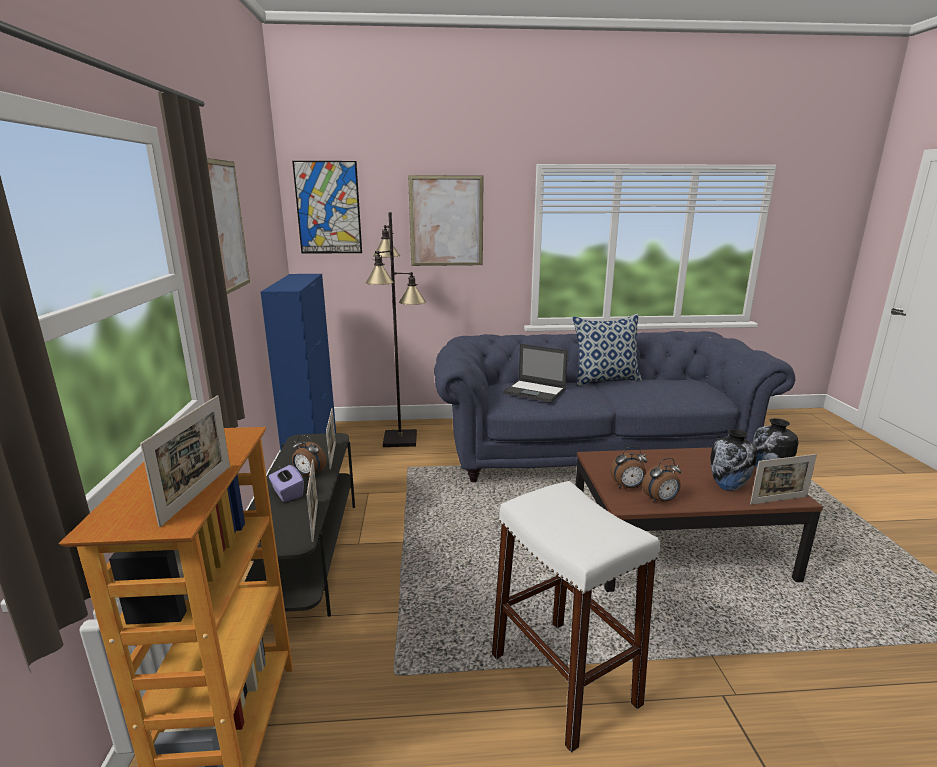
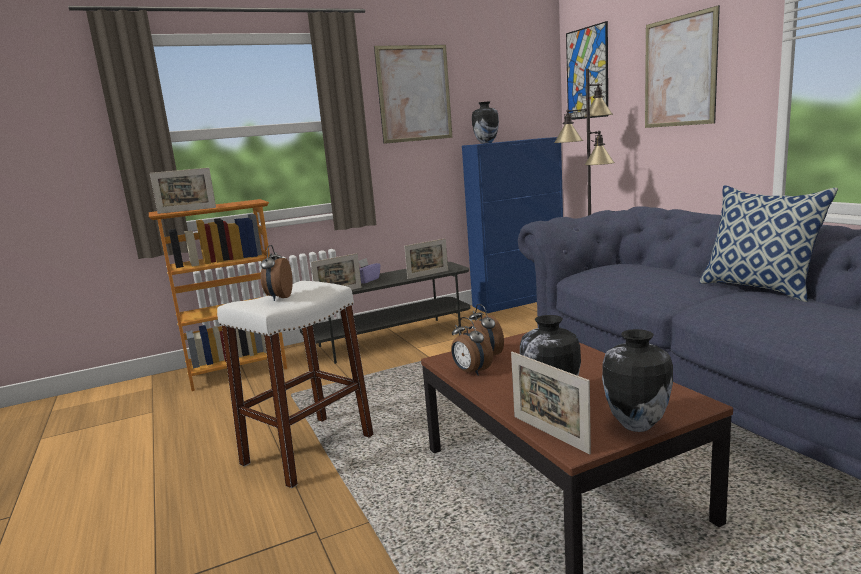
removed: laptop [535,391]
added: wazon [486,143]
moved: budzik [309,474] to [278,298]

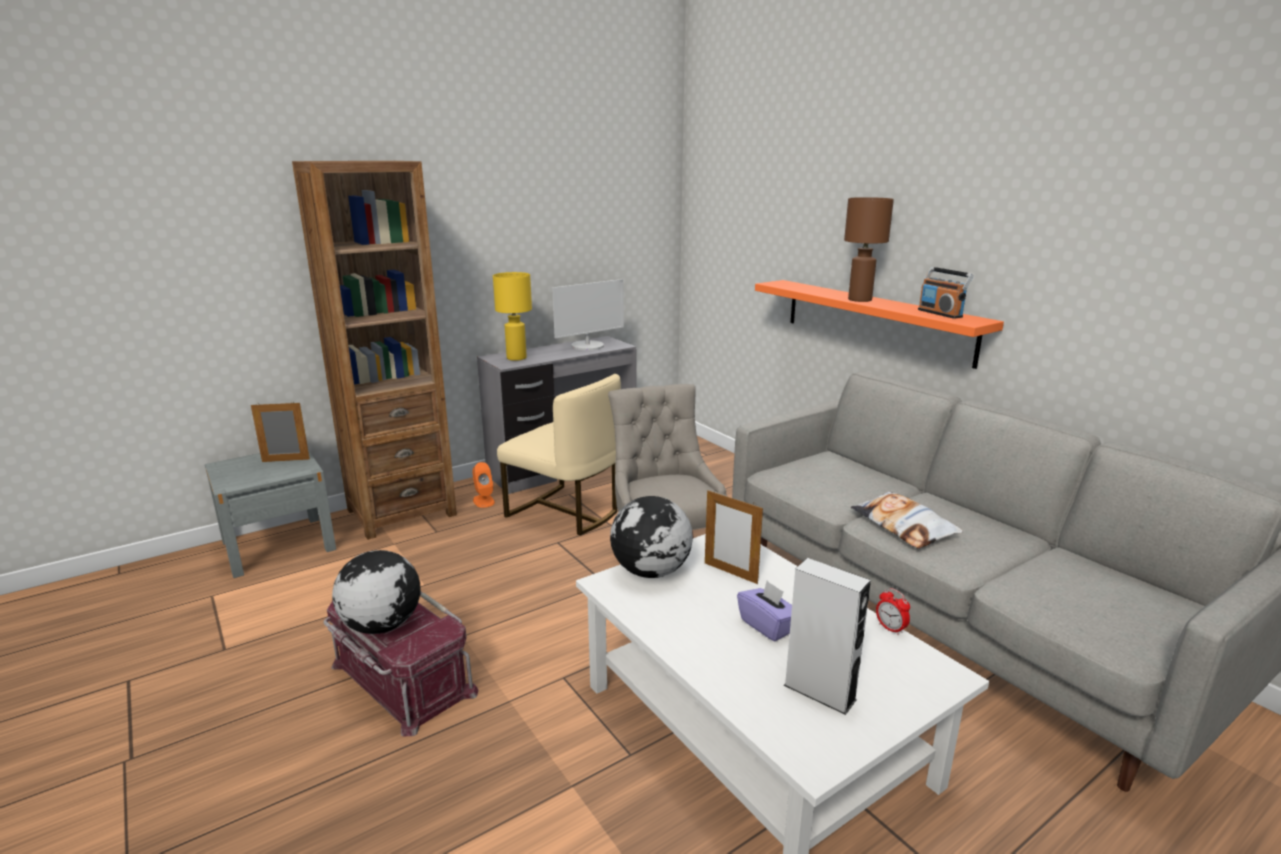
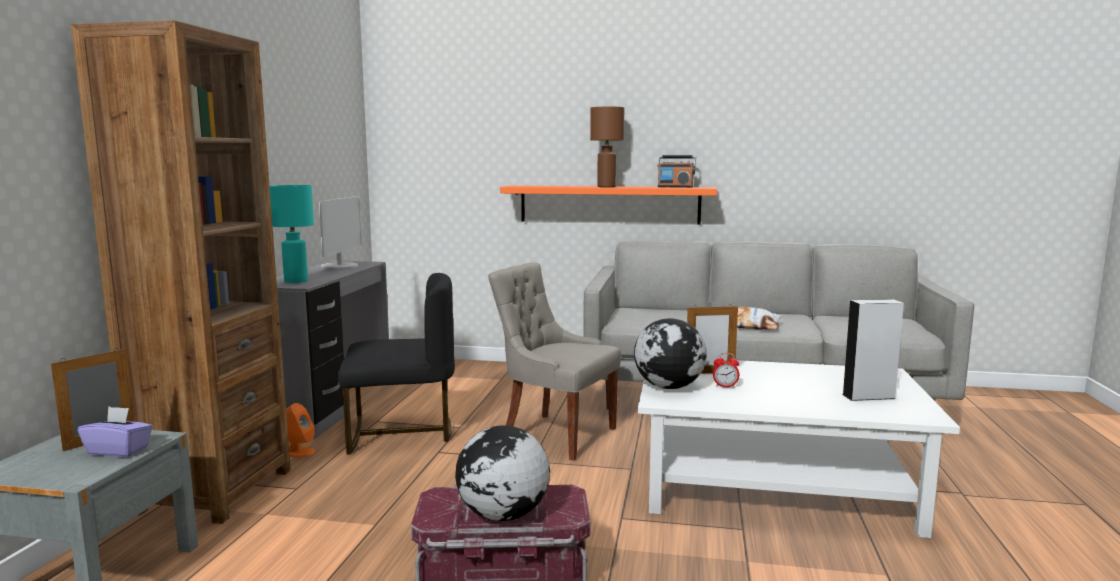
moved: pudełko chusteczek/fioletowy [767,626] to [119,451]; budzik [890,628] to [725,386]
recoloured: lampa stołowa/żółty [516,358] to lampa stołowa/turkusowy [295,281]; krzesło/beżowy [565,512] to krzesło/czarny [401,432]

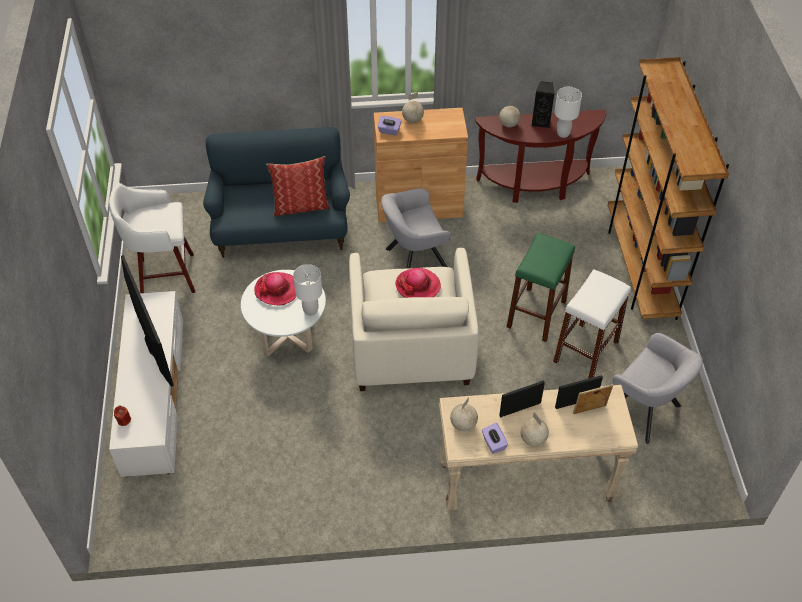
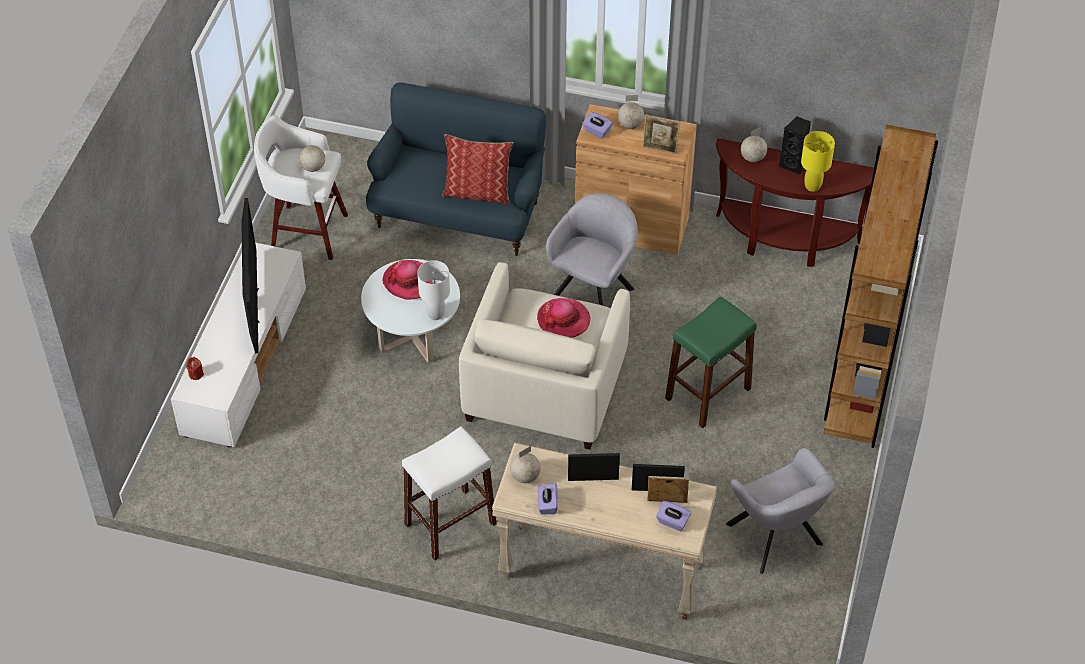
added: ramka na zdjęcie [660,149]; pudełko chusteczek/fioletowy [672,522]
moved: globus [533,440] to [312,168]; stołek/biały [586,351] to [450,524]
recoloured: lampa stołowa/biały [563,134] to lampa stołowa/żółty [812,186]
turned: fotel/szary [413,261] = [593,292] 120 degrees clockwise

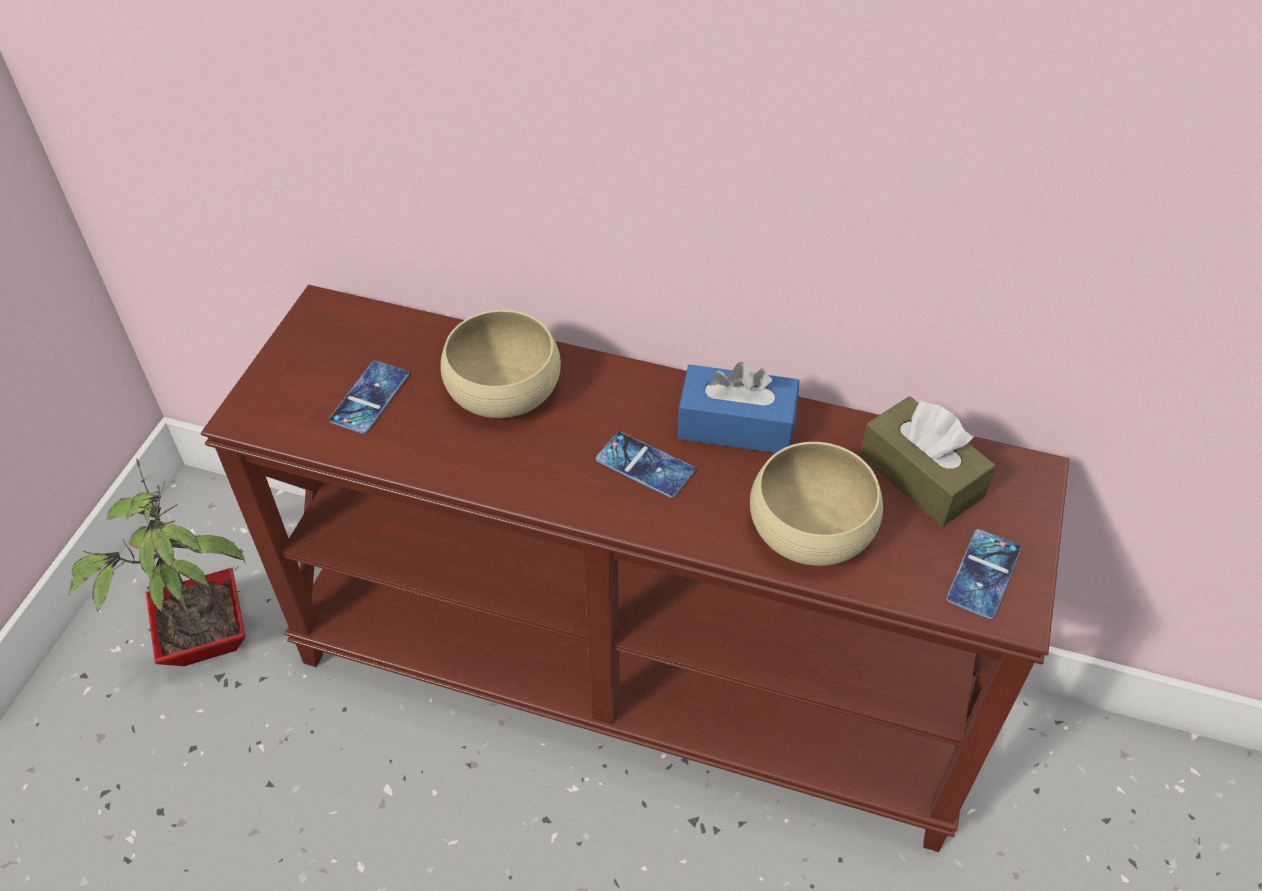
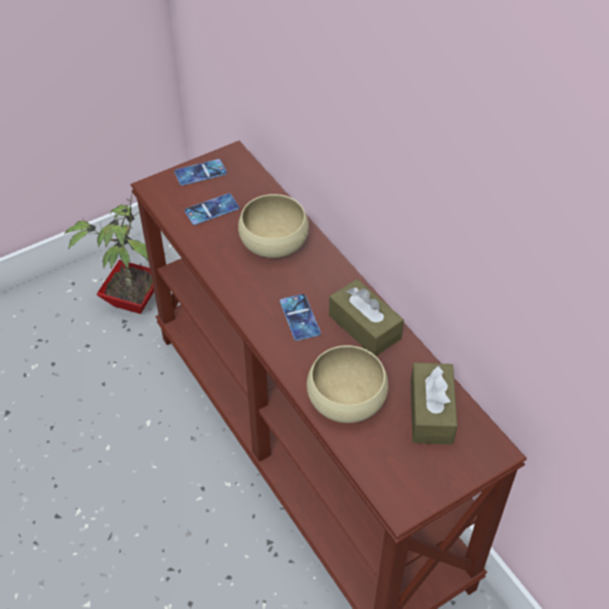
moved: telefon [983,574] to [200,173]
recoloured: pudełko chusteczek/niebieski [736,425] to pudełko chusteczek/brązowy [364,327]

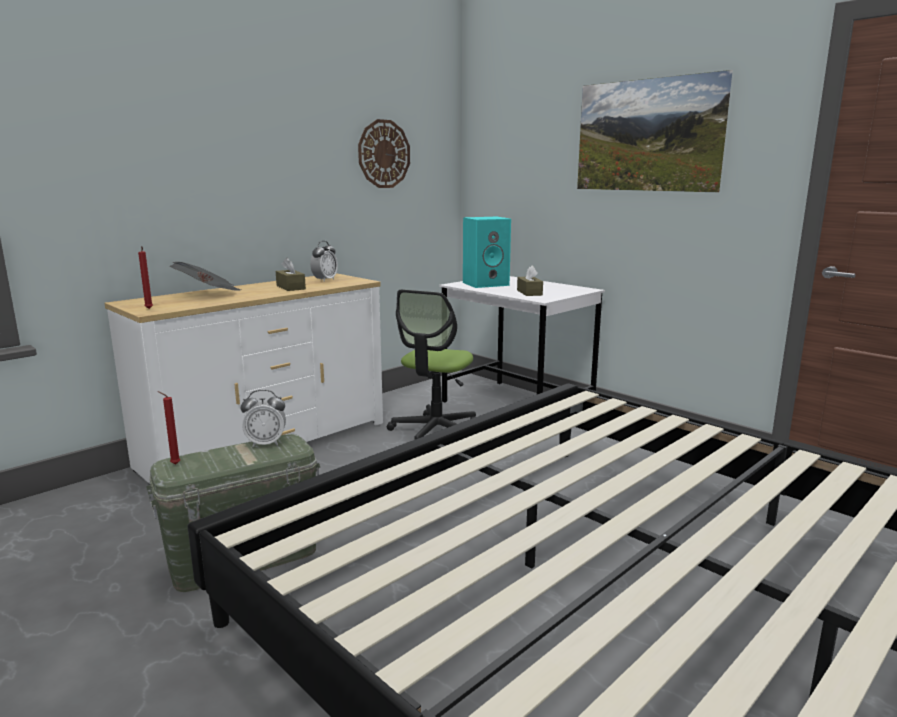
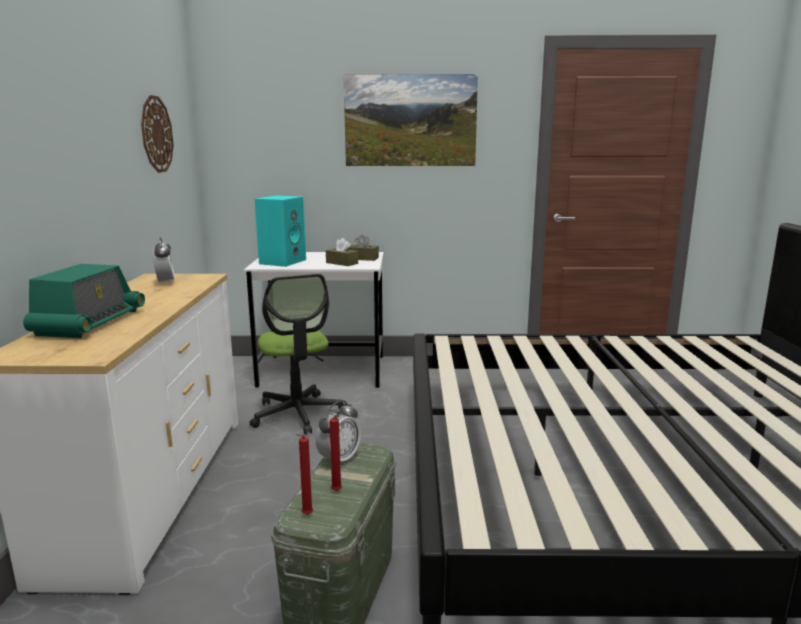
moved: świeca/czerwony [149,309] to [338,491]; pudełko chusteczek/brązowy [290,287] to [363,258]
replaced: gazeta [209,294] to radio [89,323]

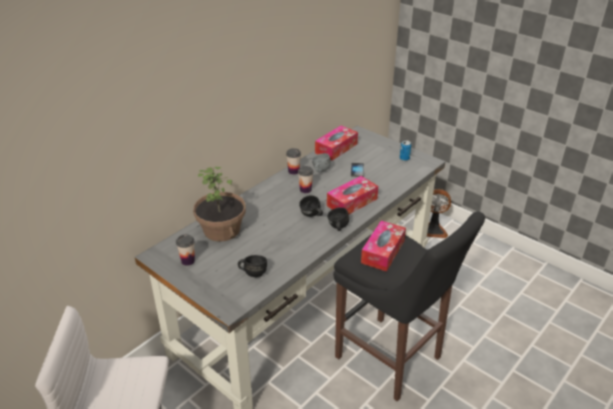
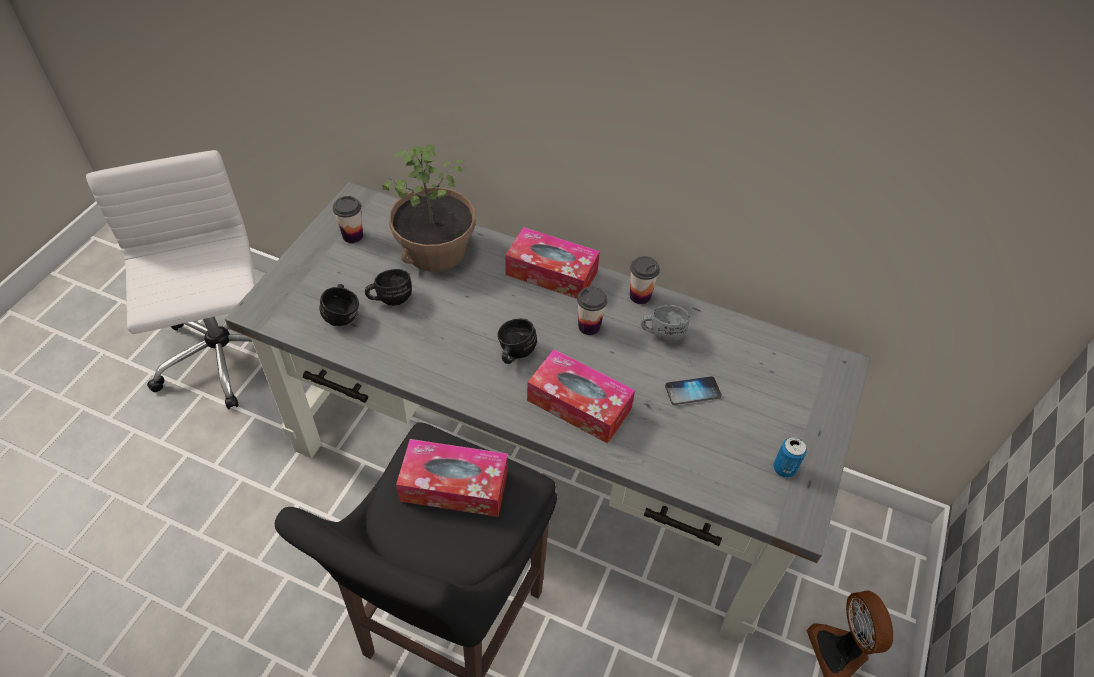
moved: kubek/czarny [337,227] to [390,298]; pudełko chusteczek [336,148] to [551,273]

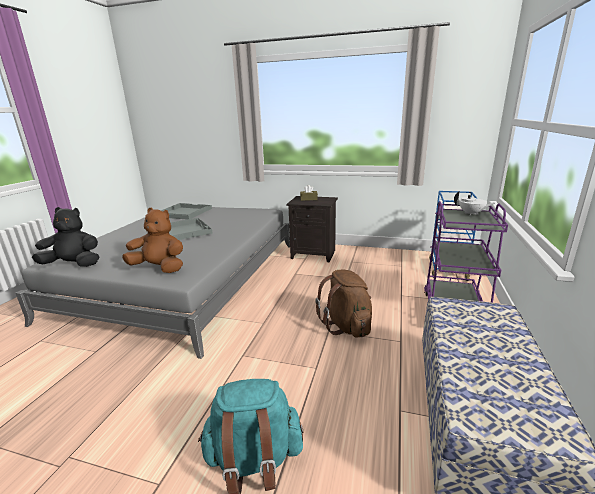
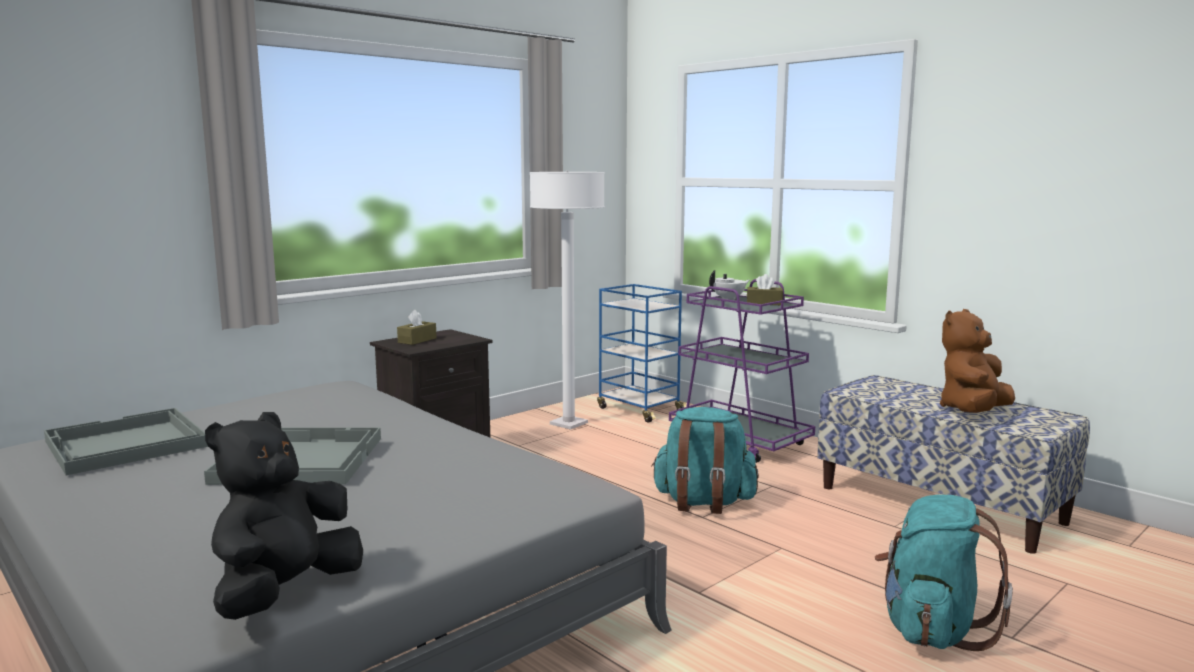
added: lampa stojąca/biały [568,424]; pudełko chusteczek/brązowy [764,303]
moved: pluszak/brązowy [159,268] to [973,412]
recoloured: plecak/brązowy [346,326] to plecak/turkusowy [703,502]

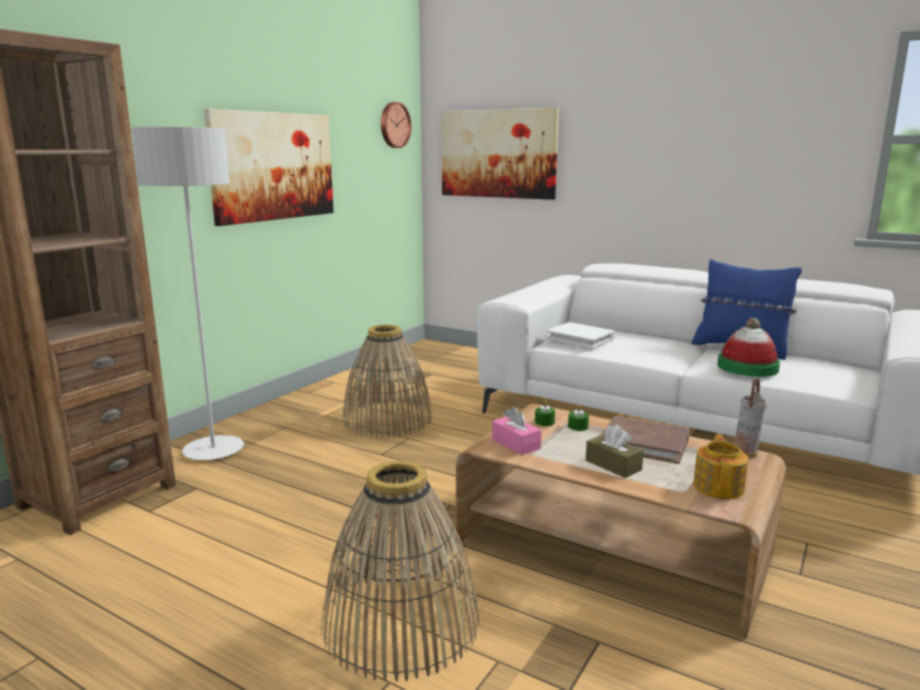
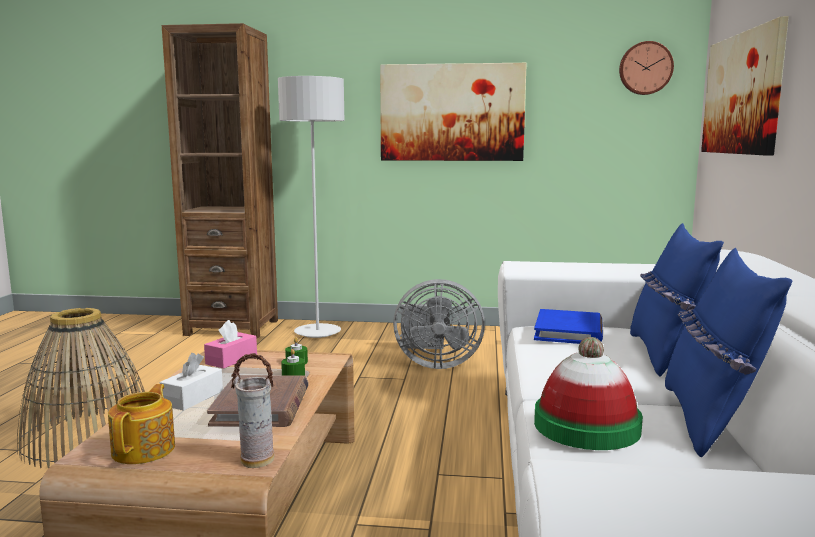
added: poduszka/niebieski [666,355]
replaced: koszyk [387,420] to wentylator/szary [435,363]
recoloured: pudełko chusteczek/brązowy [613,465] to pudełko chusteczek/biały [193,398]; książka/biały [580,338] to książka/niebieski [569,331]
turned: imbryk [719,487] = [145,449] 75 degrees counterclockwise

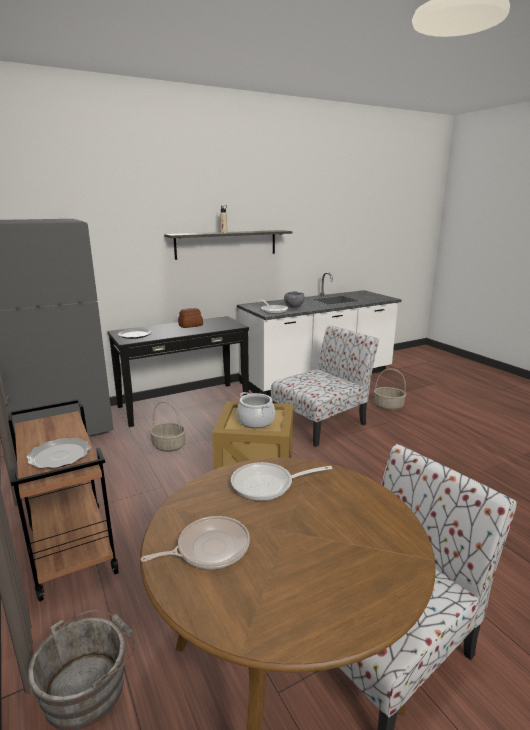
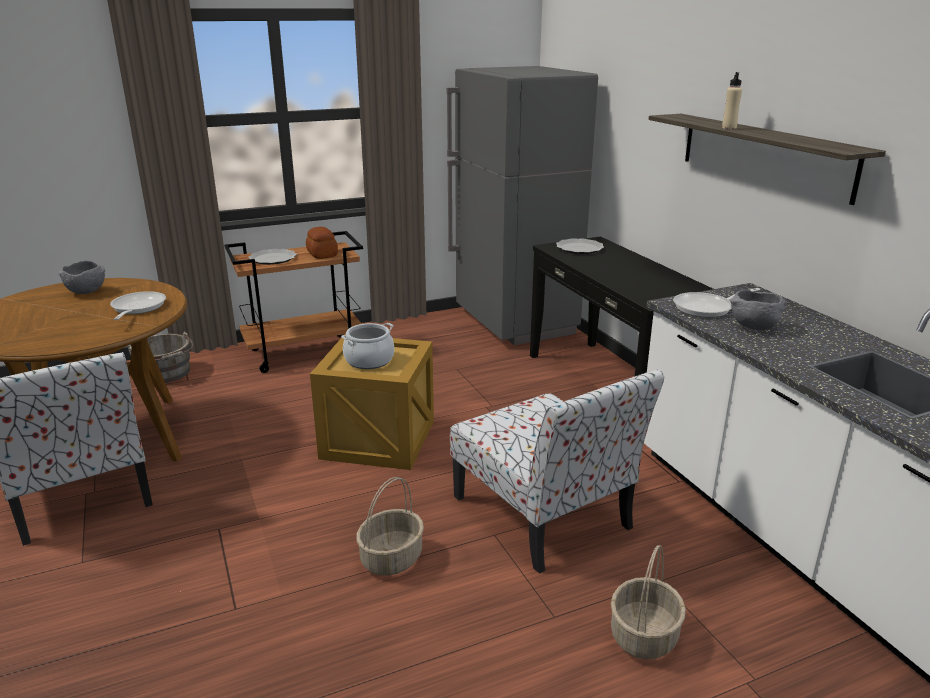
moved: chleb [190,325] to [322,254]; koszyk [168,446] to [391,558]
replaced: patelnia [209,548] to miska/szary [87,292]

